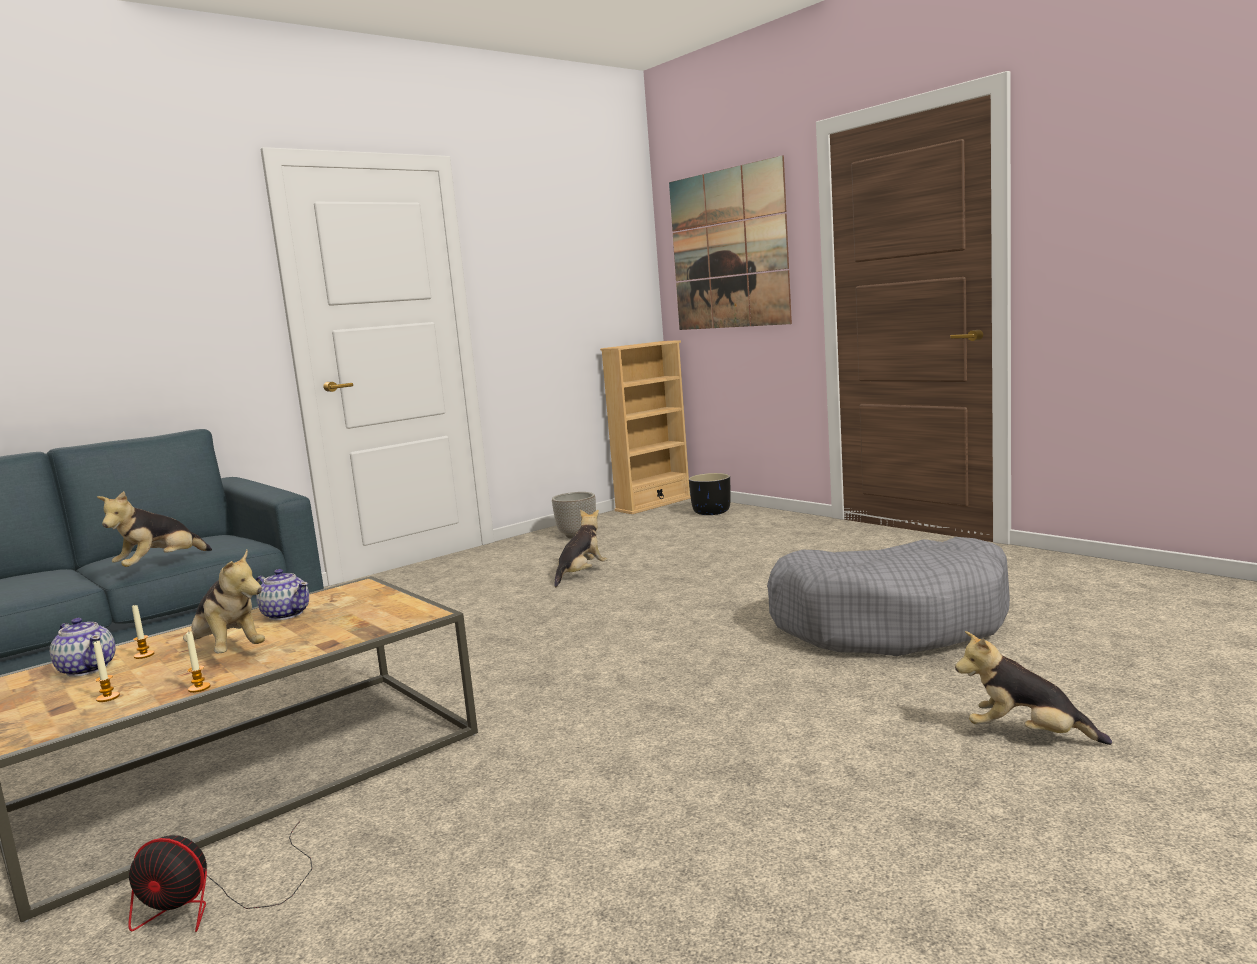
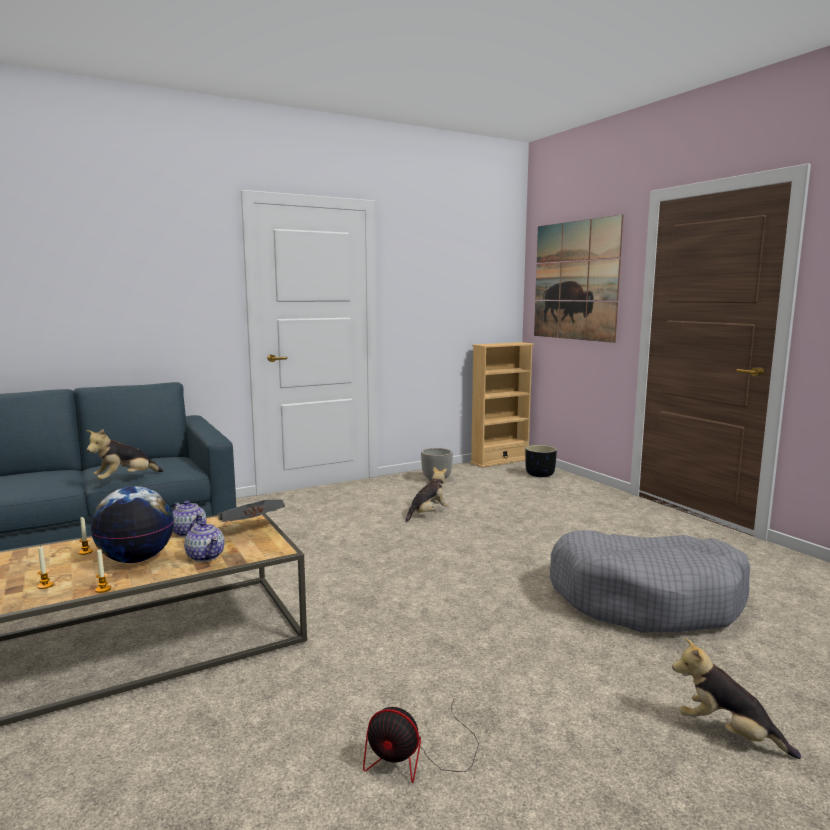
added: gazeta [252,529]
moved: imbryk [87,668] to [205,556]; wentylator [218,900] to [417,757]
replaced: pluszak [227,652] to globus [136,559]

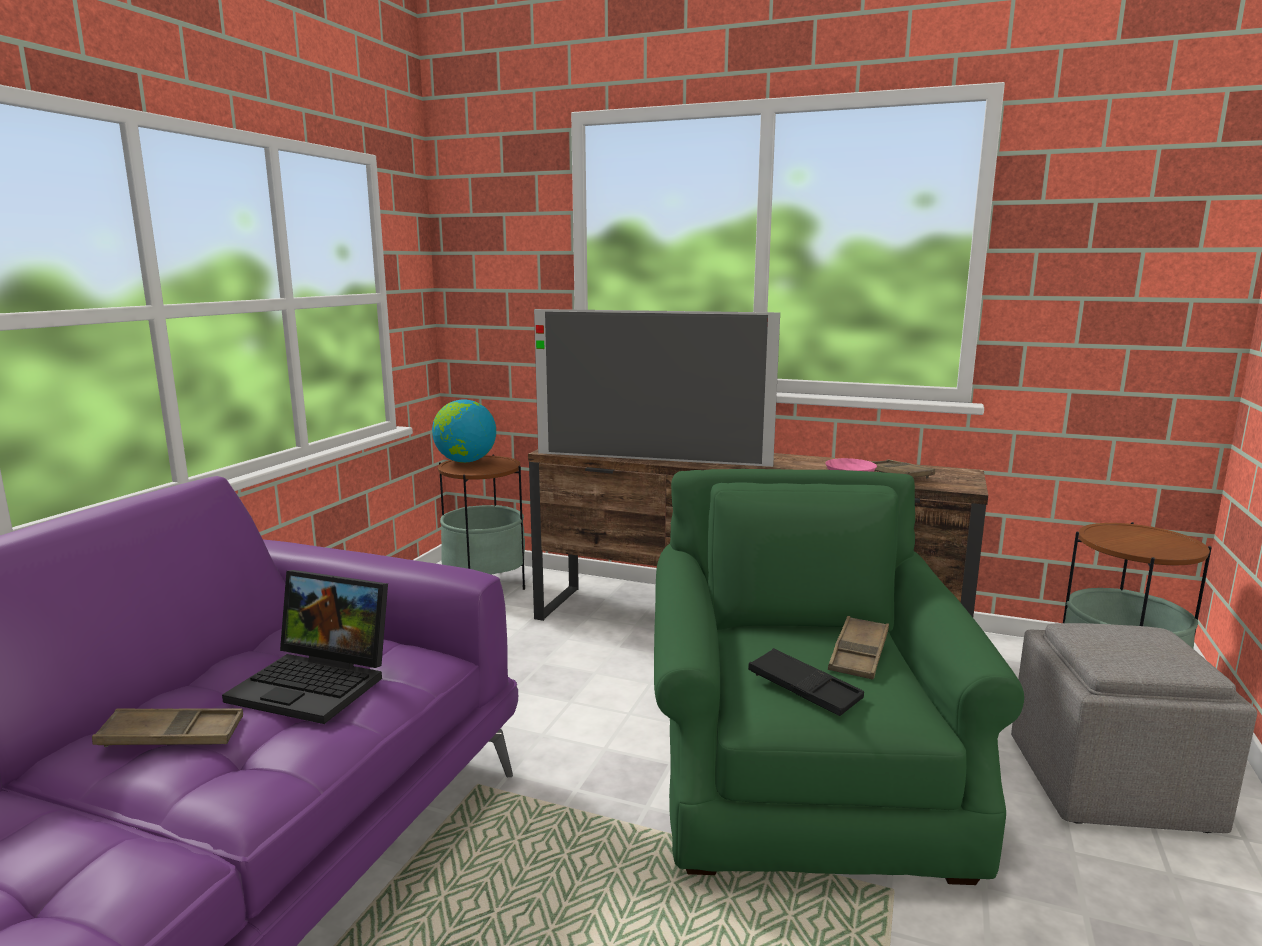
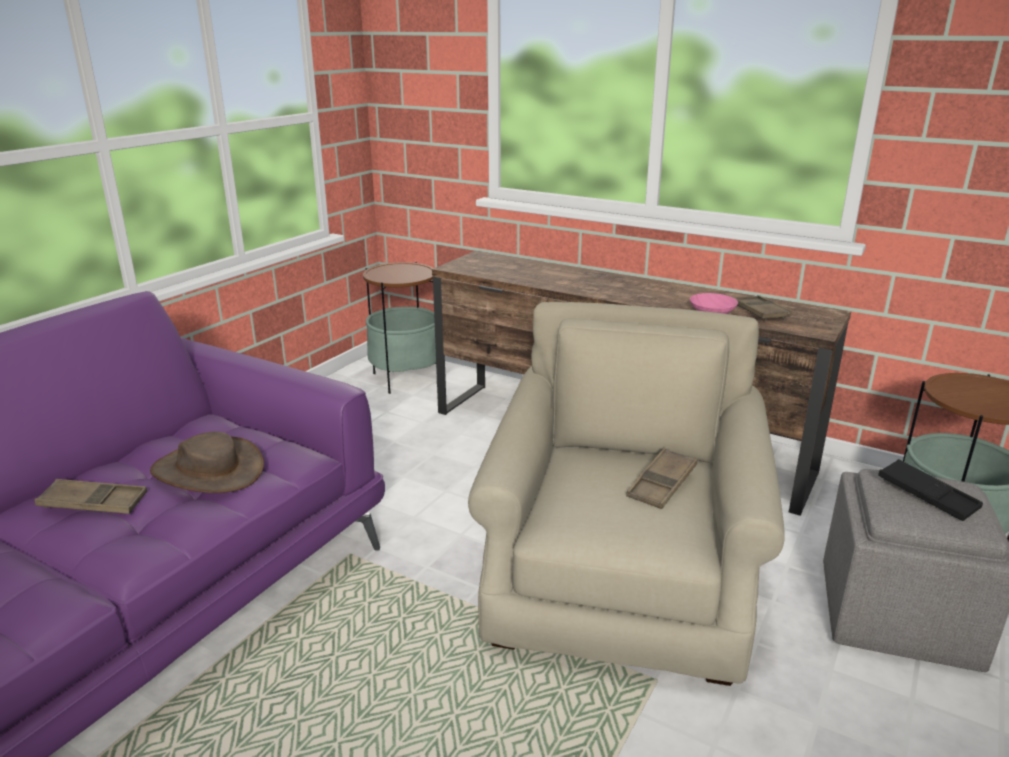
removed: globus [465,461]; telewizor [651,459]
moved: taca/czarny [804,689] to [927,495]
replaced: laptop [317,683] to kapelusz/brązowy [208,470]
recoloured: fotel/zielony [802,771] to fotel/beżowy [620,572]

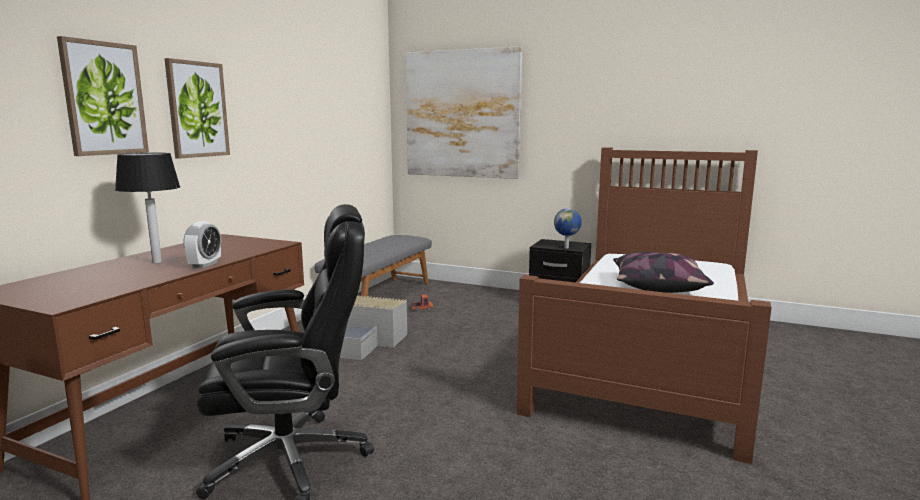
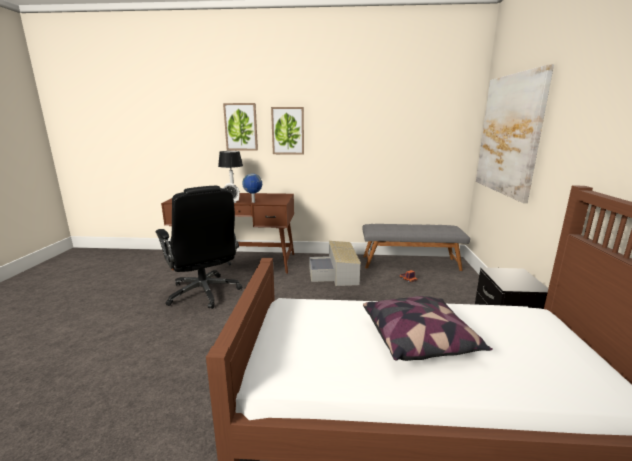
moved: globus [567,248] to [253,202]

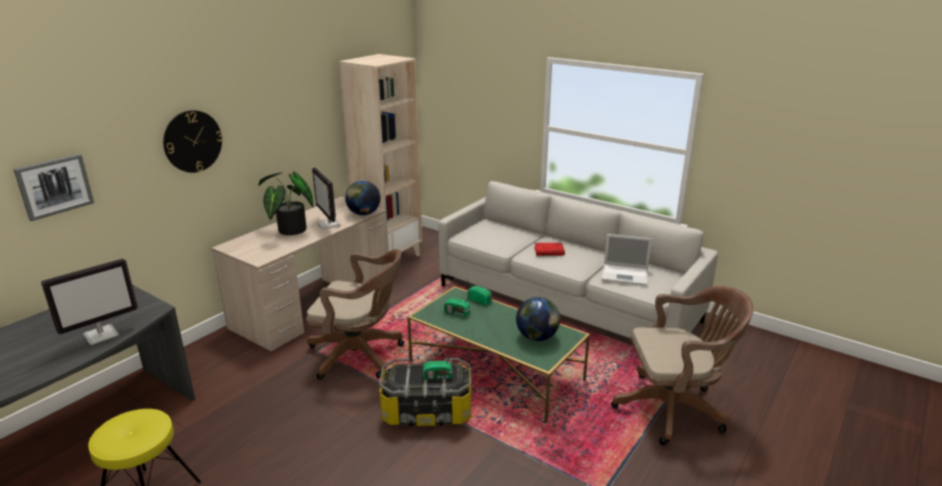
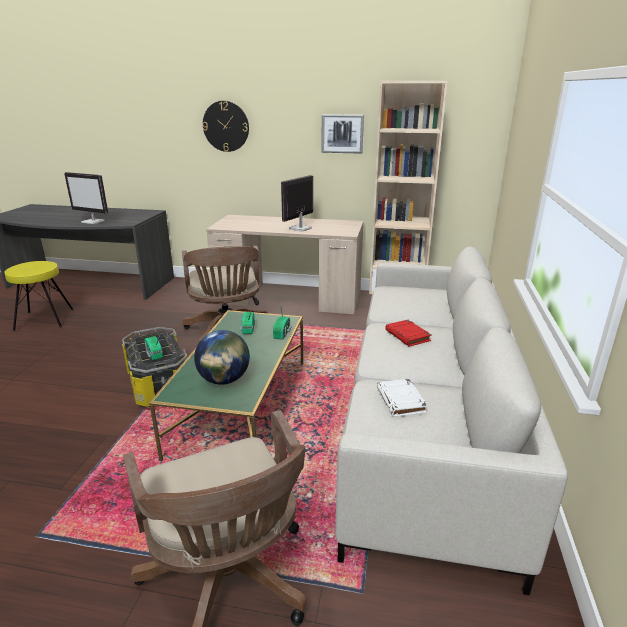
removed: roślina doniczkowa [289,231]; globus [363,214]
moved: obraz [54,186] to [342,133]
replaced: laptop [626,275] to książka/biały [401,401]

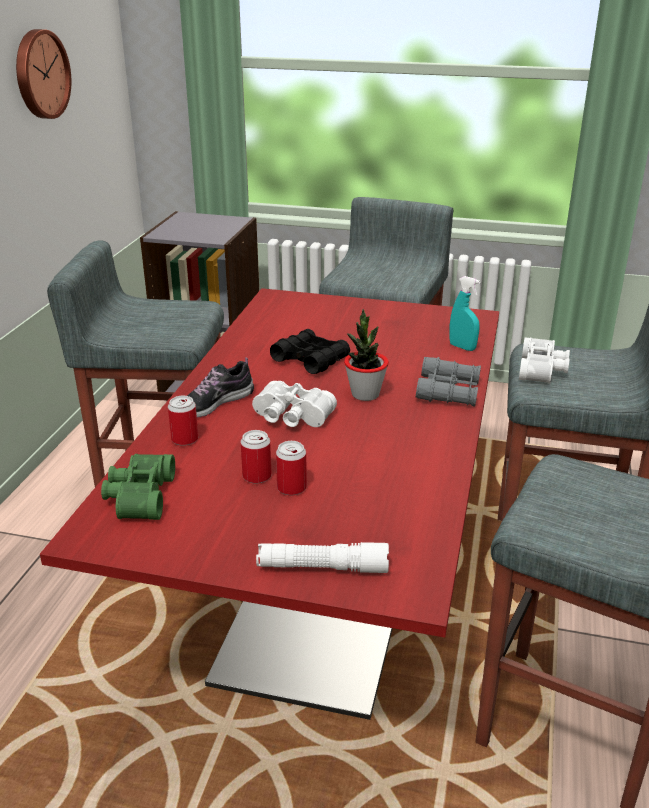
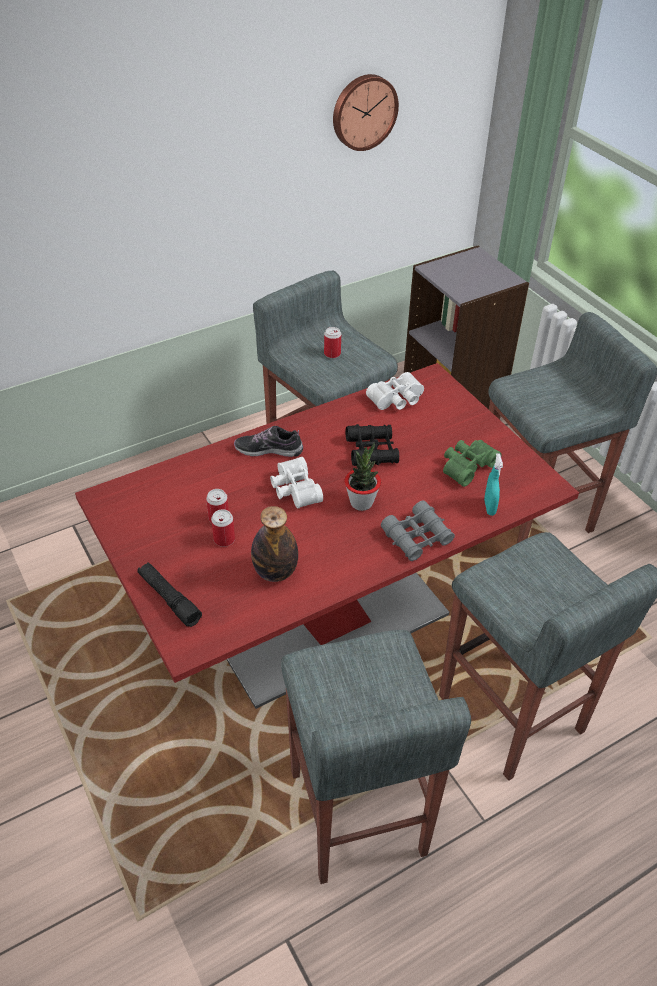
added: butelka [275,572]
moved: puszka [185,439] to [332,354]; lornetka/biały [543,370] to [397,400]; lornetka/zielony [138,496] to [466,466]
recoloured: latarka/biały [322,567] to latarka/czarny [169,599]

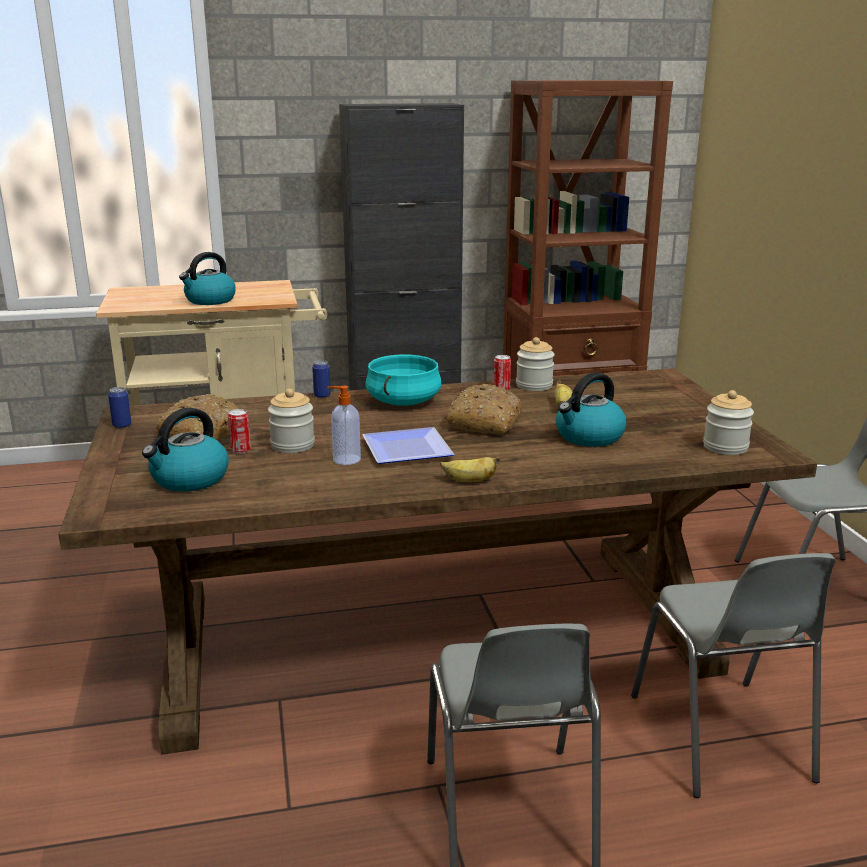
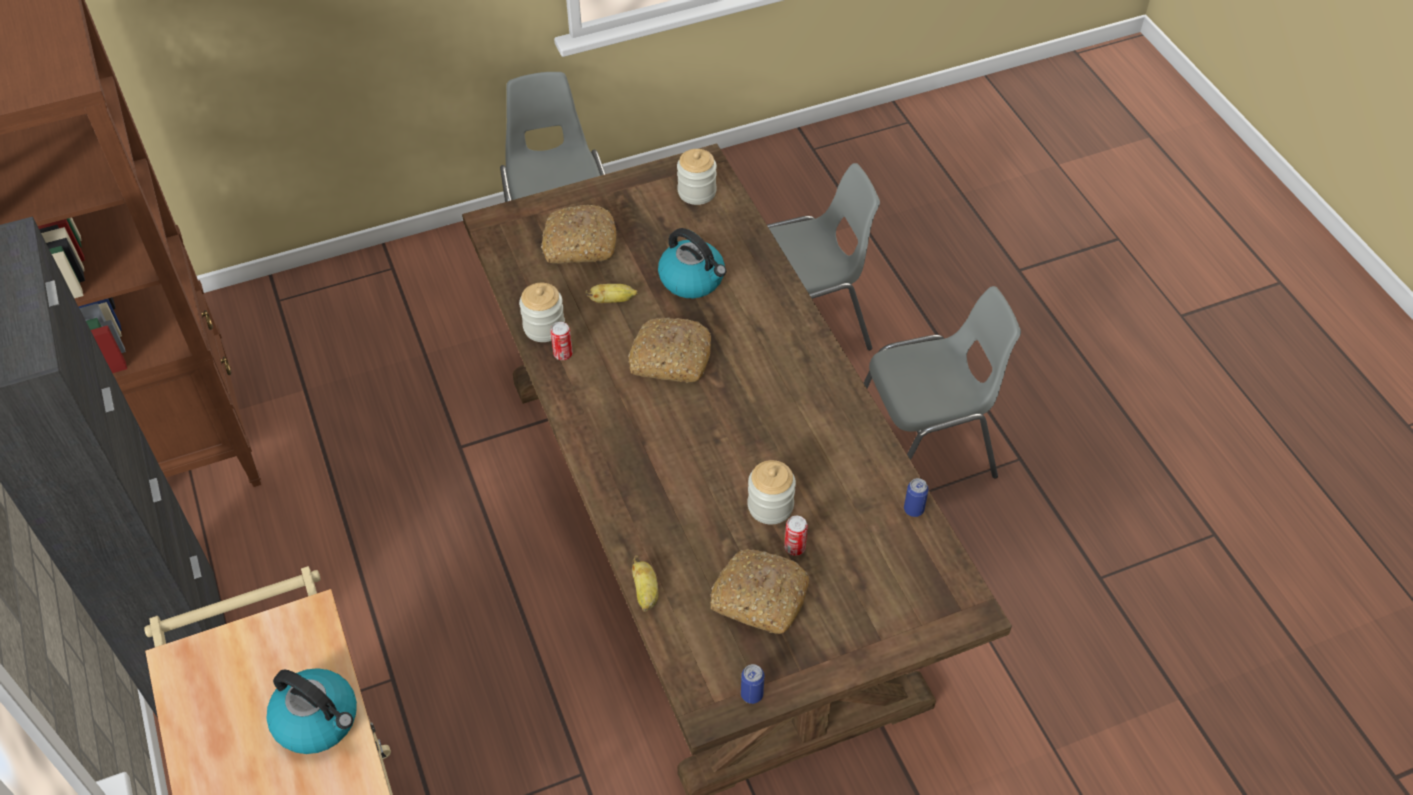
removed: czajnik [189,479]; dozownik mydła [345,459]; talerz [405,451]; garnek/turkusowy [404,402]
added: chleb [579,244]
moved: banan [469,481] to [645,593]; puszka [322,395] to [913,509]

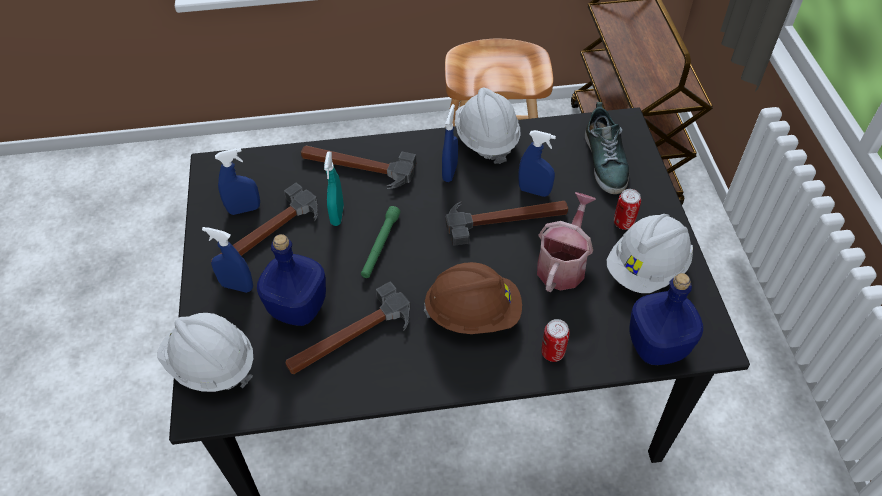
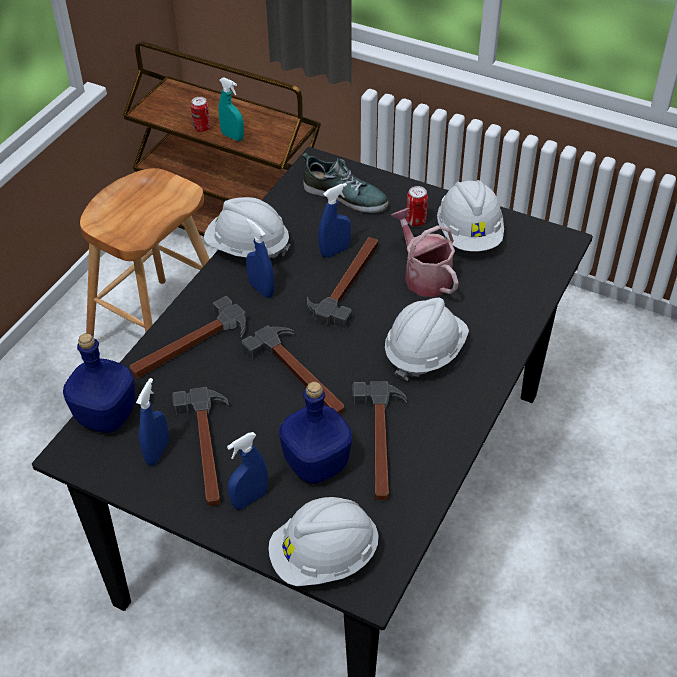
moved: butelka/niebieski [658,345] to [107,415]; puszka [552,353] to [202,128]; spryskiwacz/turkusowy [337,215] to [232,136]
replaced: latarka/zielony [380,246] to młotek [299,375]
recoloured: kask/brązowy [473,313] to kask/biały [424,352]

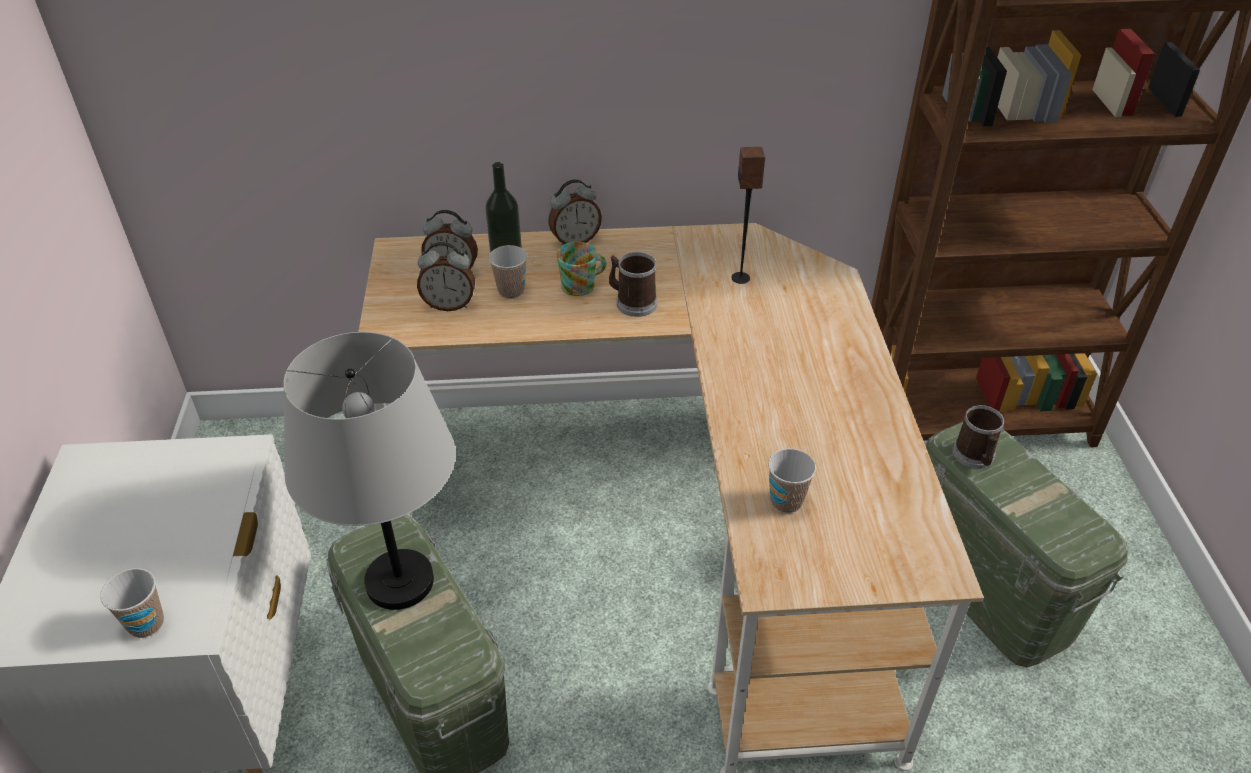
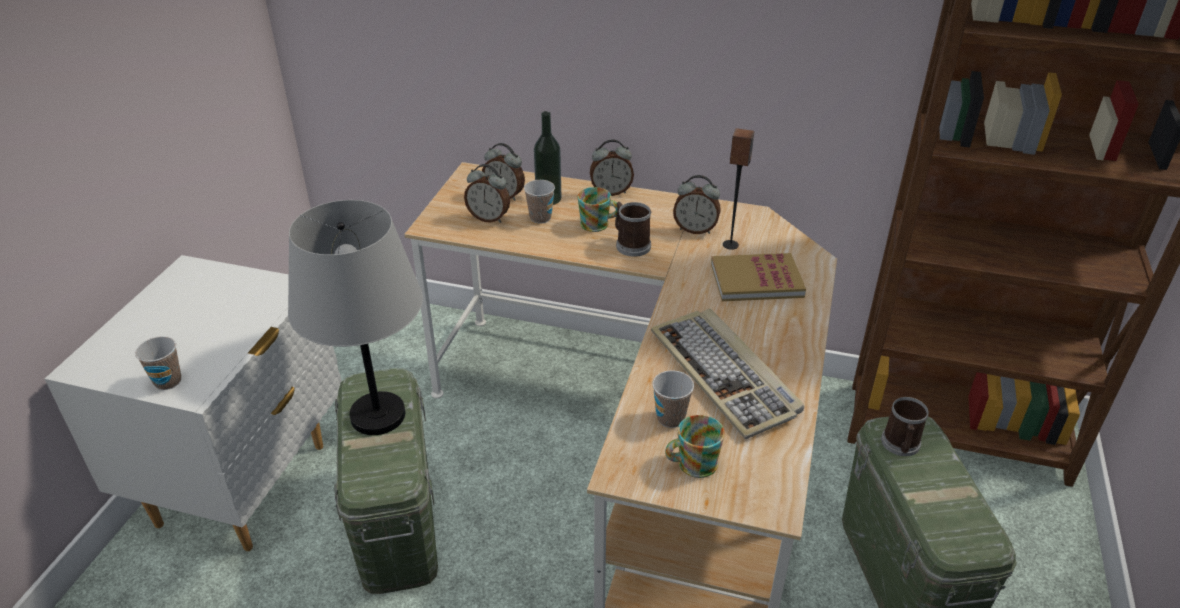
added: klawiatura [725,375]; kubek [691,464]; budzik [695,229]; książka [756,280]

